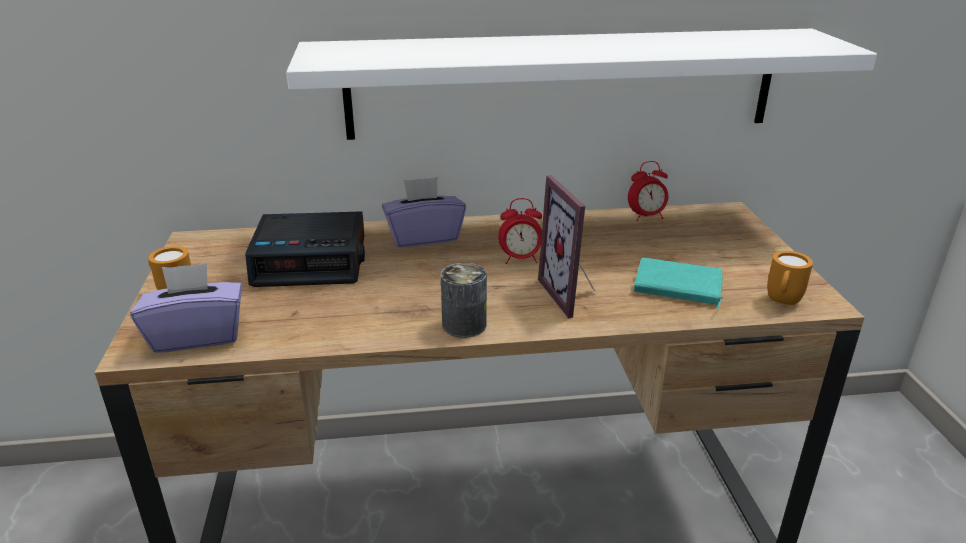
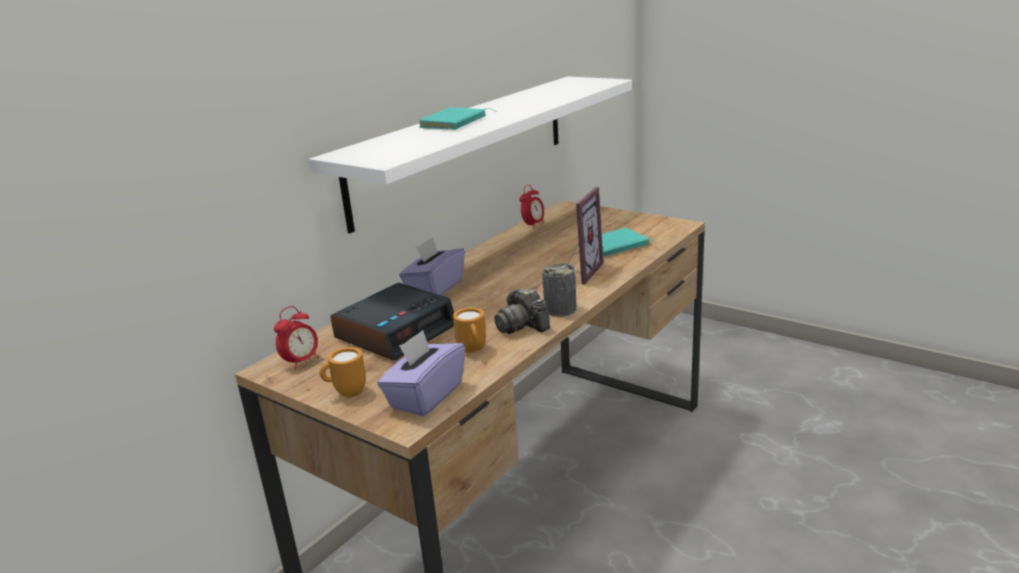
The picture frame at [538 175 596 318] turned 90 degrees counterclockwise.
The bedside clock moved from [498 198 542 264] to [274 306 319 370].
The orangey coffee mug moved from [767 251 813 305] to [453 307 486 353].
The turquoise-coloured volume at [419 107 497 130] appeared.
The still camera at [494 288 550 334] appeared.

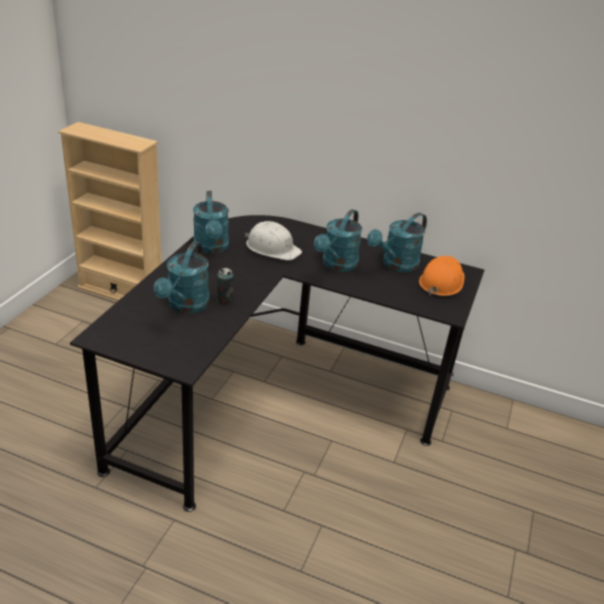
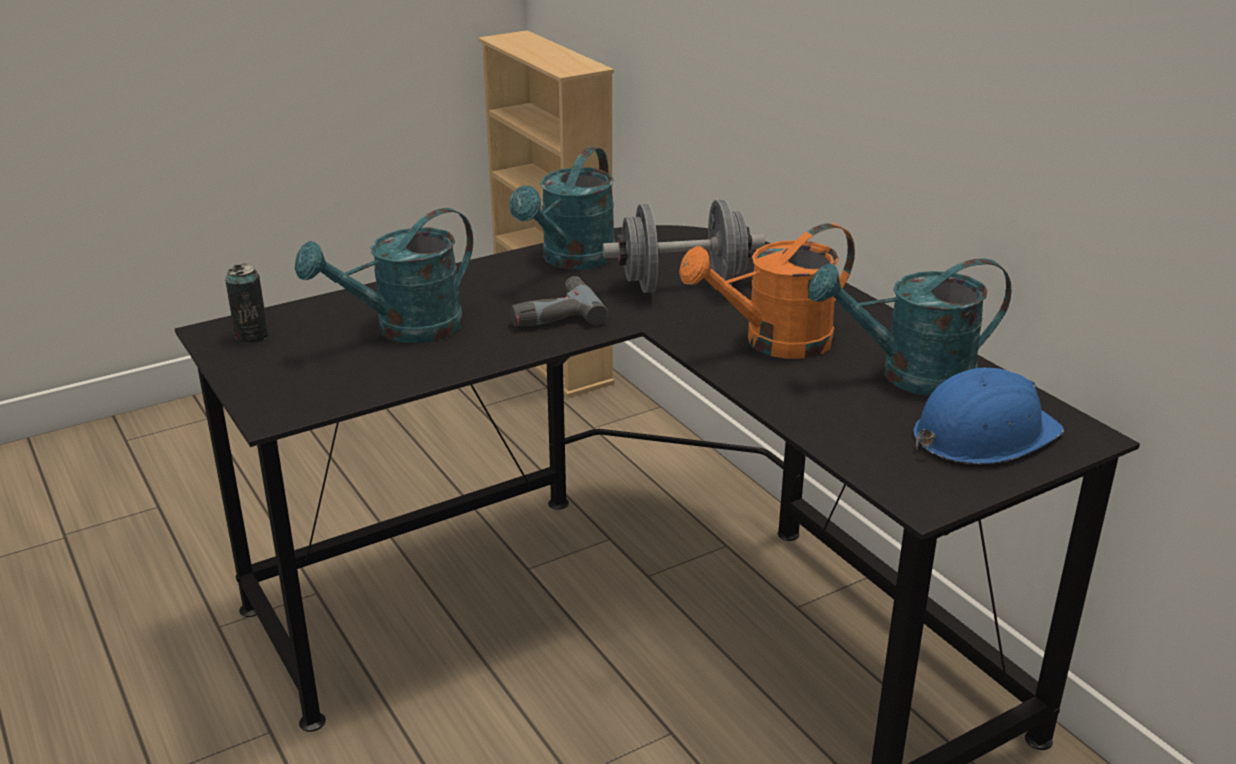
The turquoise-coloured watering pot at [314 209 362 272] became the orangey watering pot at [679 223 855 359].
The white-coloured hard hat at [245 221 302 261] was replaced by the greyish hand weight at [603 200 765 293].
The orangey hard hat at [419 256 464 296] became the bluish hard hat at [914 368 1064 464].
The can moved from [217 268 233 306] to [225 264 268 343].
The drill at [511 276 608 327] appeared.

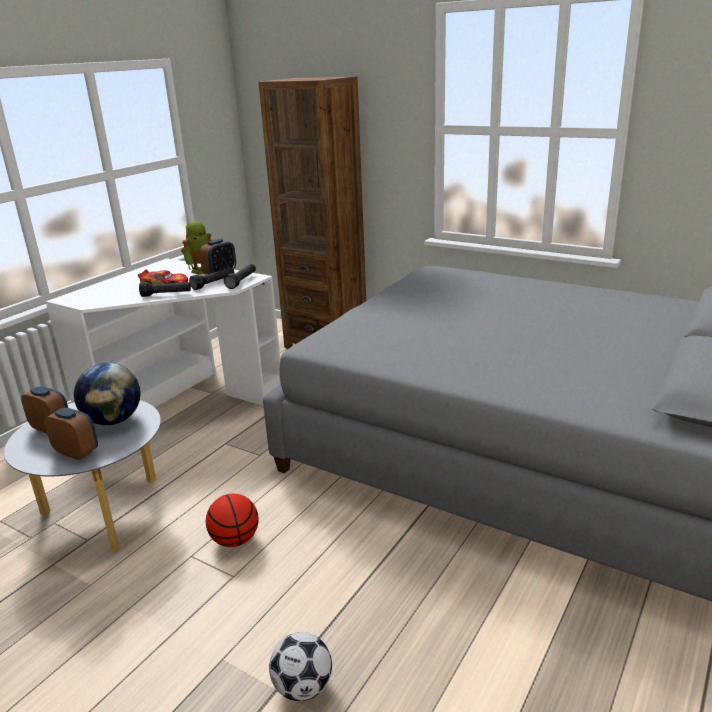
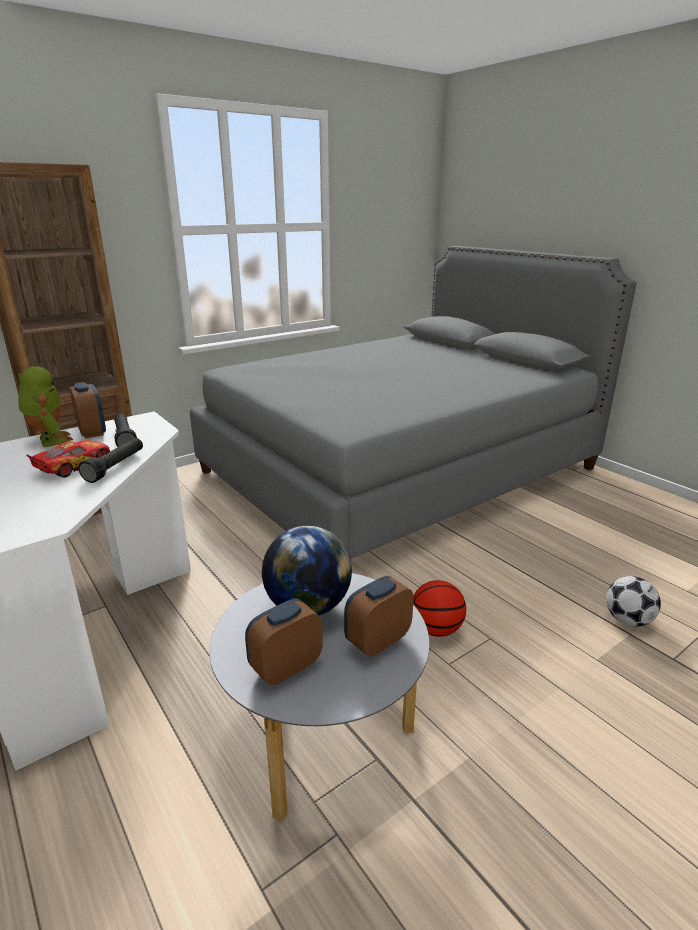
The blackish hand torch at [224 264 256 289] disappeared.

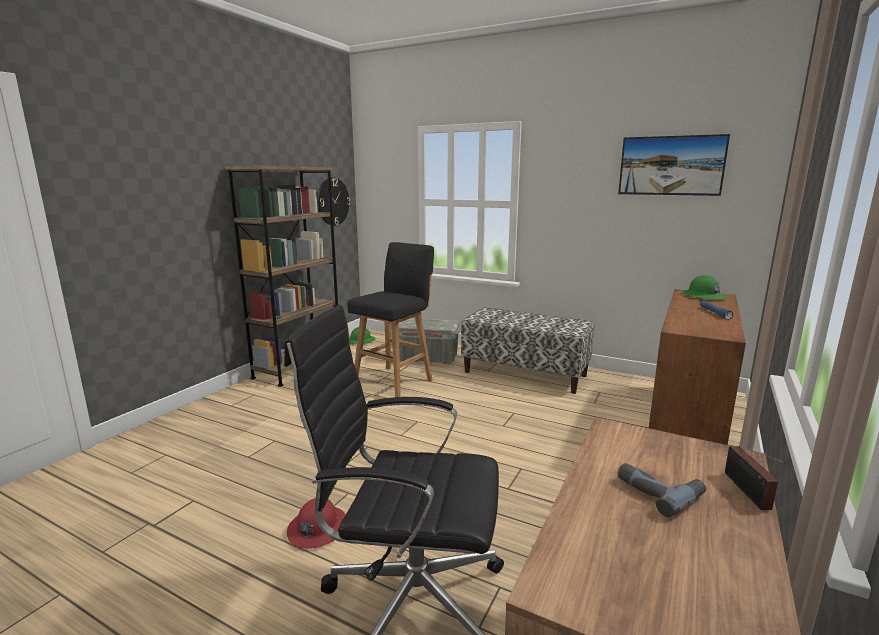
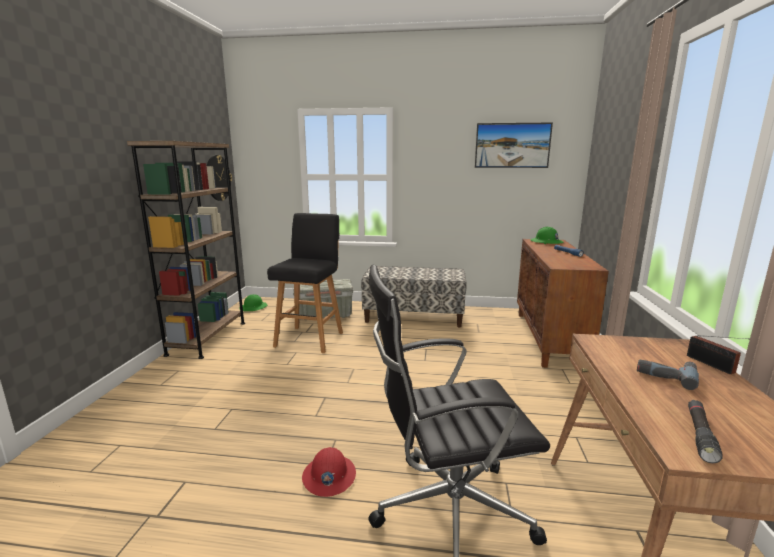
The blackish hand torch at [688 400 723 463] appeared.

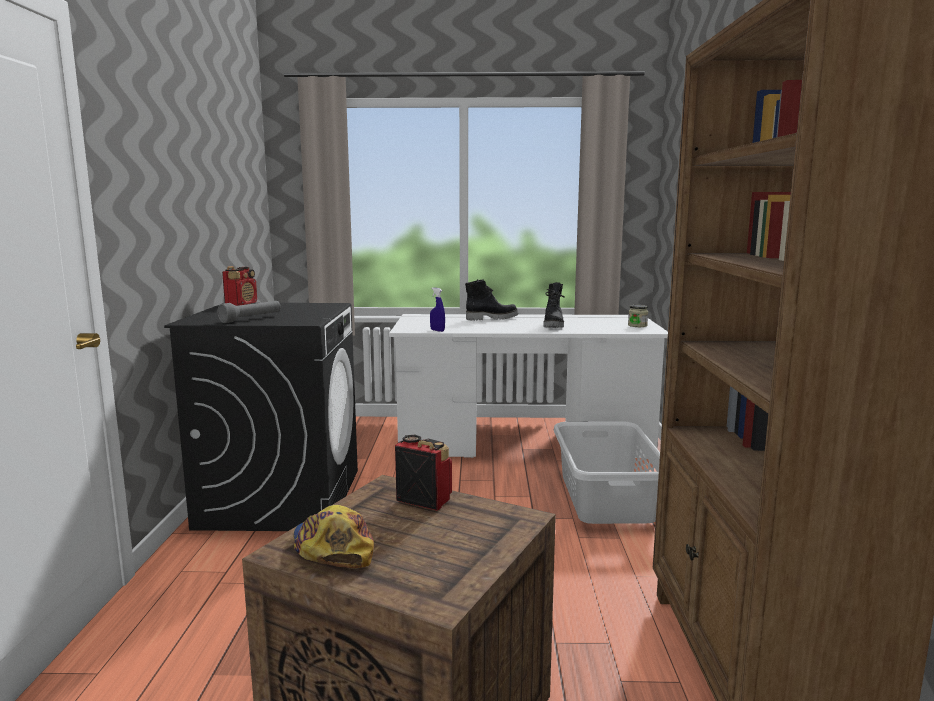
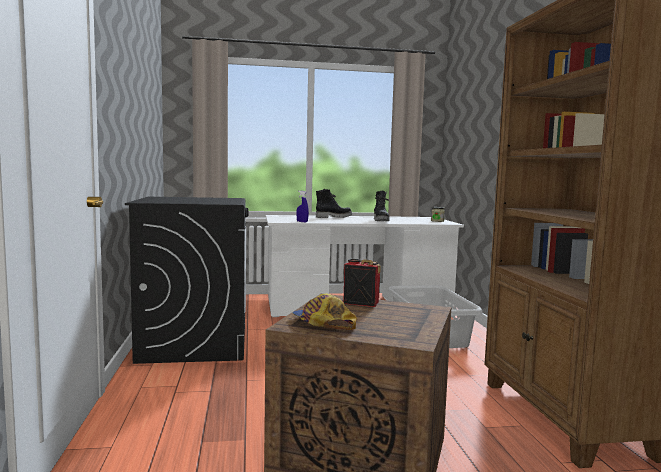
The radio set at [222 266 257 306] disappeared.
The greyish hand torch at [217 301 281 323] disappeared.

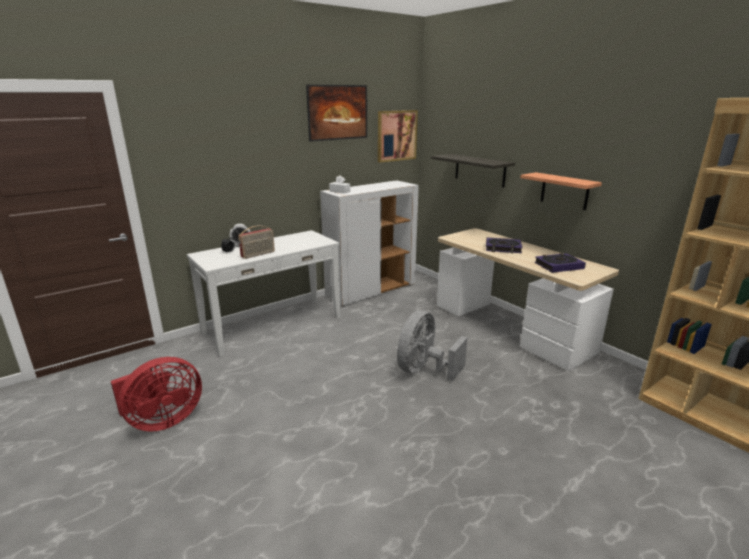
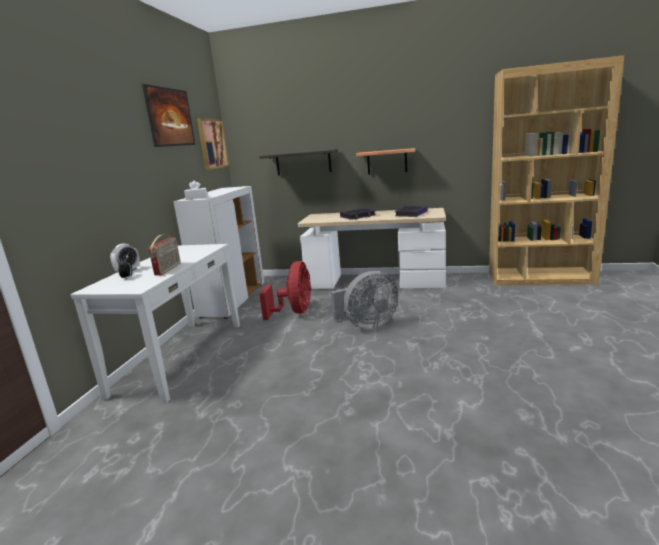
The greyish electric fan at [397 310 468 381] turned 105 degrees counterclockwise.
The reddish electric fan moved from [111 357 202 432] to [259 261 311 320].

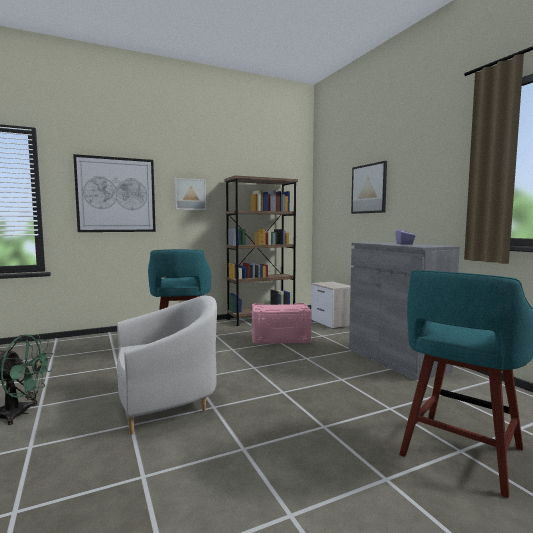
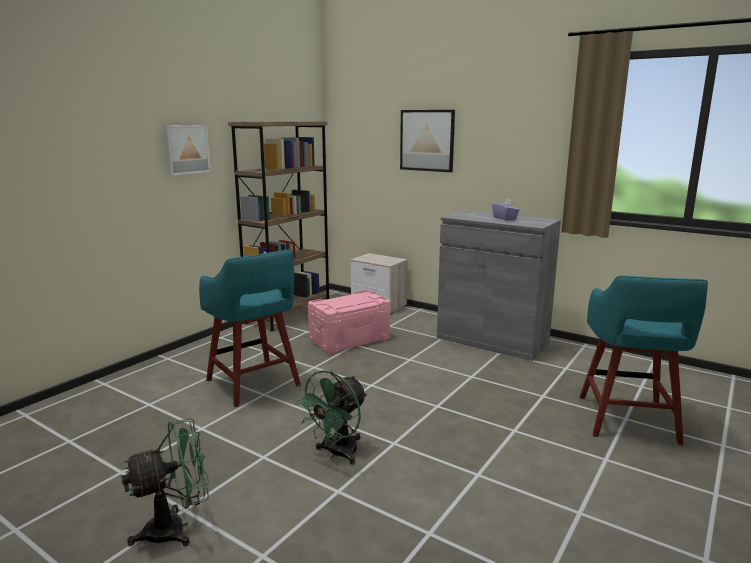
The wall picture at [73 154 156 232] disappeared.
The white-coloured easy chair at [117 296 217 435] was replaced by the greenish electric fan at [295 370 367 465].

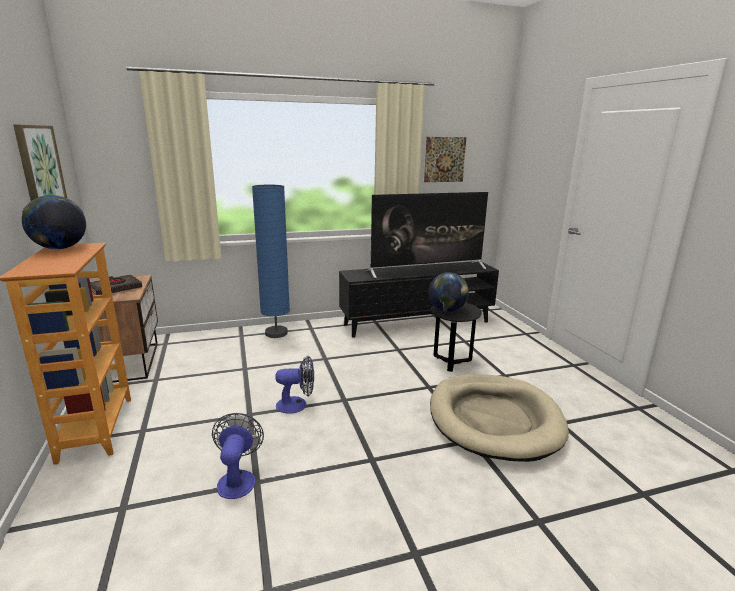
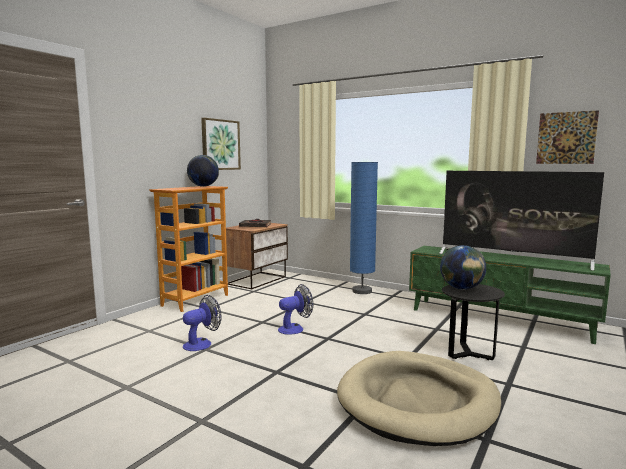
The blackish tv stand at [339 261 499 338] became the greenish tv stand at [409 246 611 344].
The electric fan at [275 356 314 414] turned 75 degrees counterclockwise.

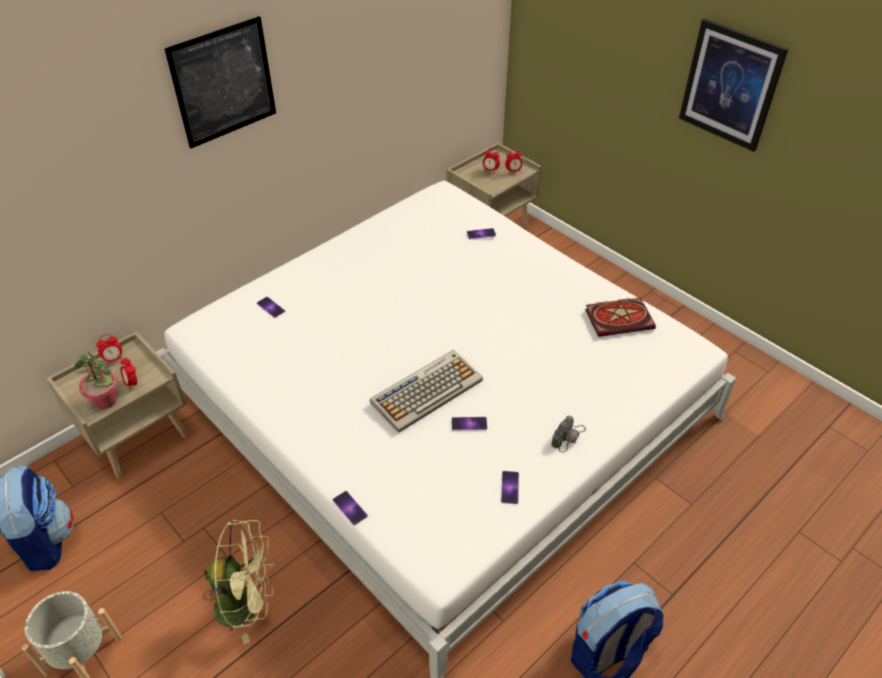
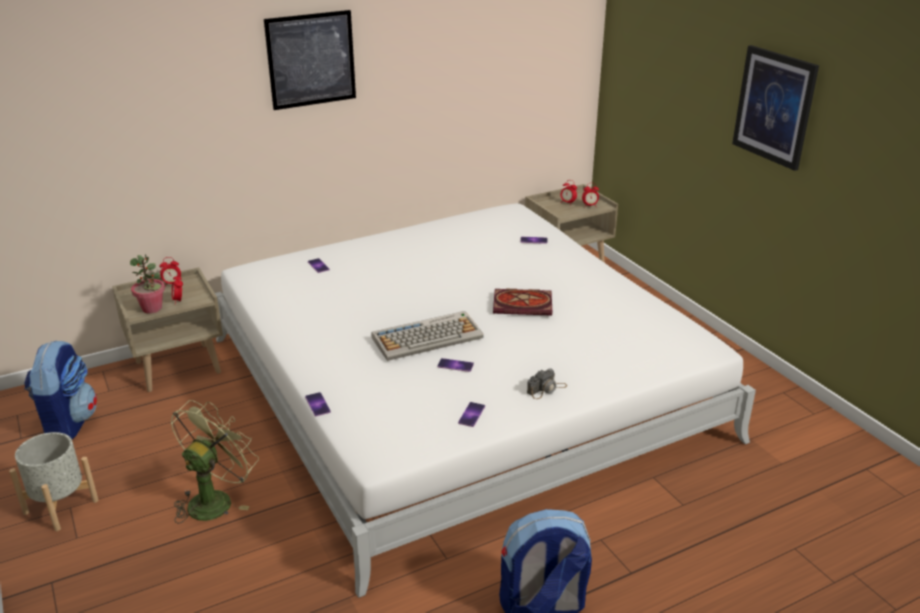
The volume moved from [585 298 656 337] to [493 289 552 316].
The greenish electric fan at [203 520 275 644] turned 75 degrees counterclockwise.

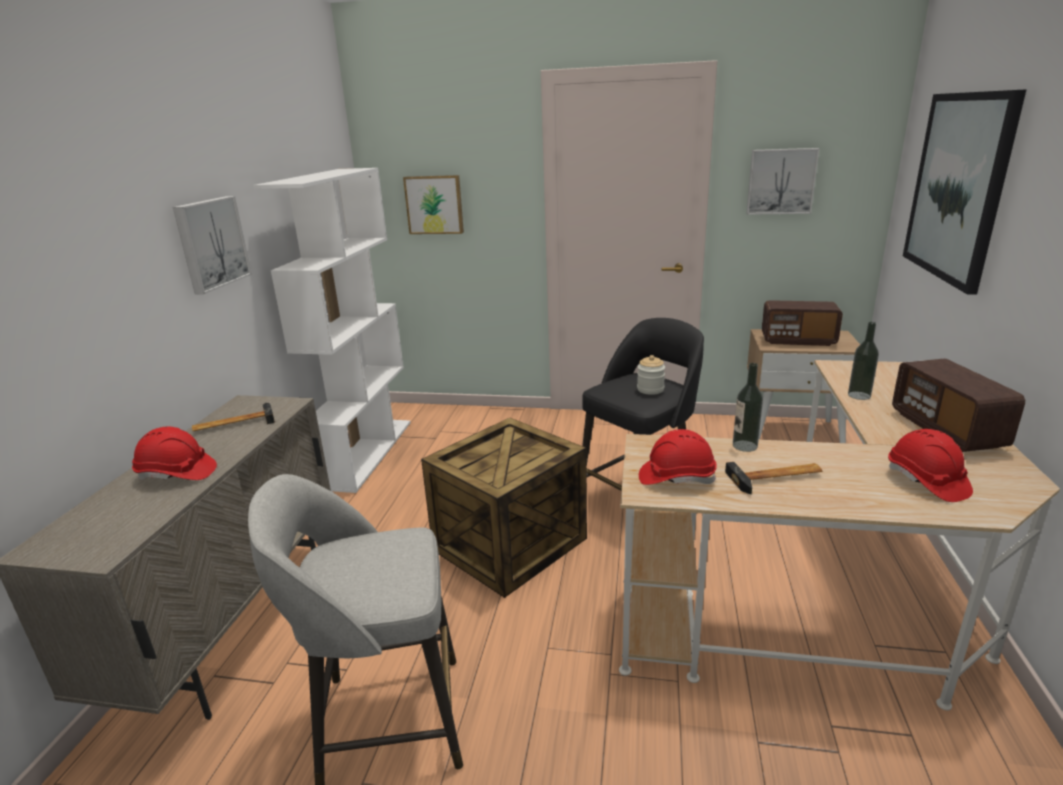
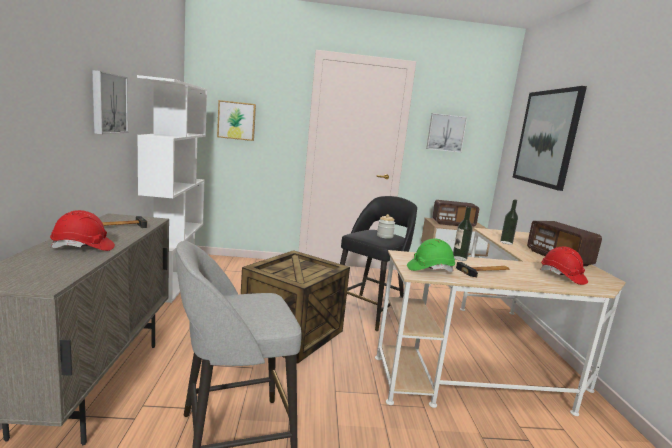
The reddish hard hat at [639 429 717 485] became the greenish hard hat at [407 239 455 272].

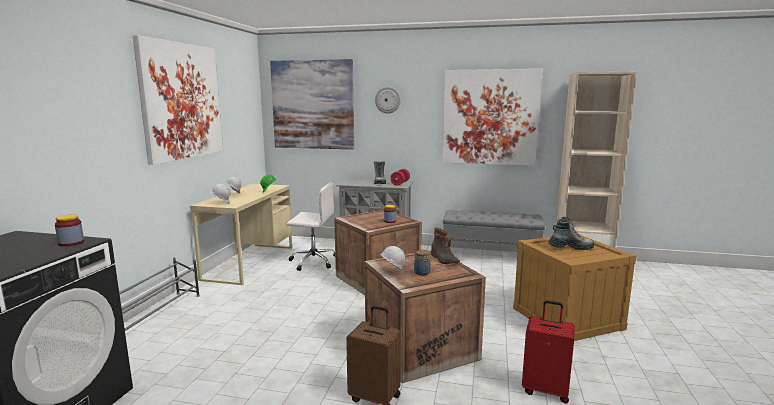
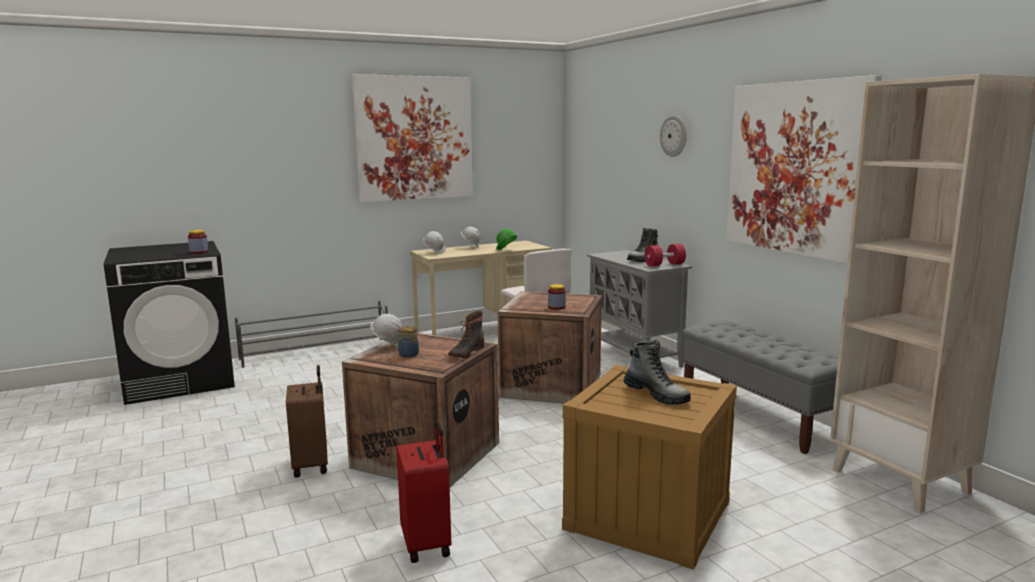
The wall picture at [270 59 354 149] disappeared.

